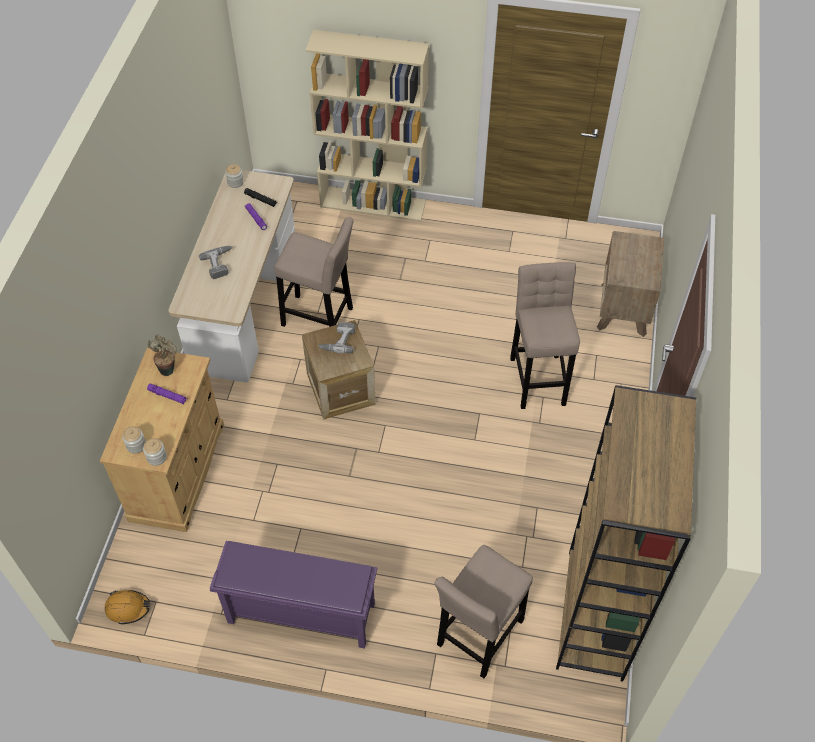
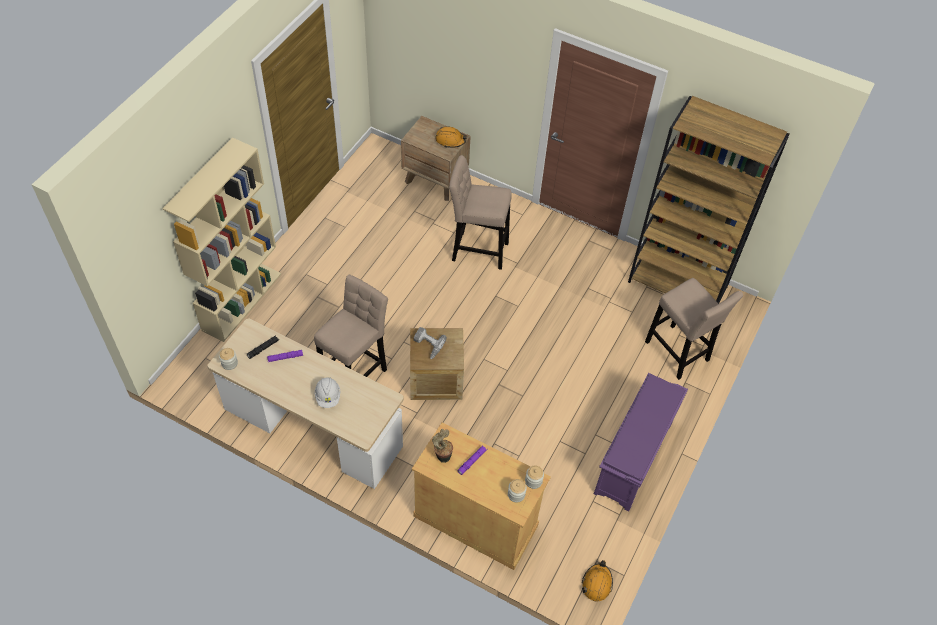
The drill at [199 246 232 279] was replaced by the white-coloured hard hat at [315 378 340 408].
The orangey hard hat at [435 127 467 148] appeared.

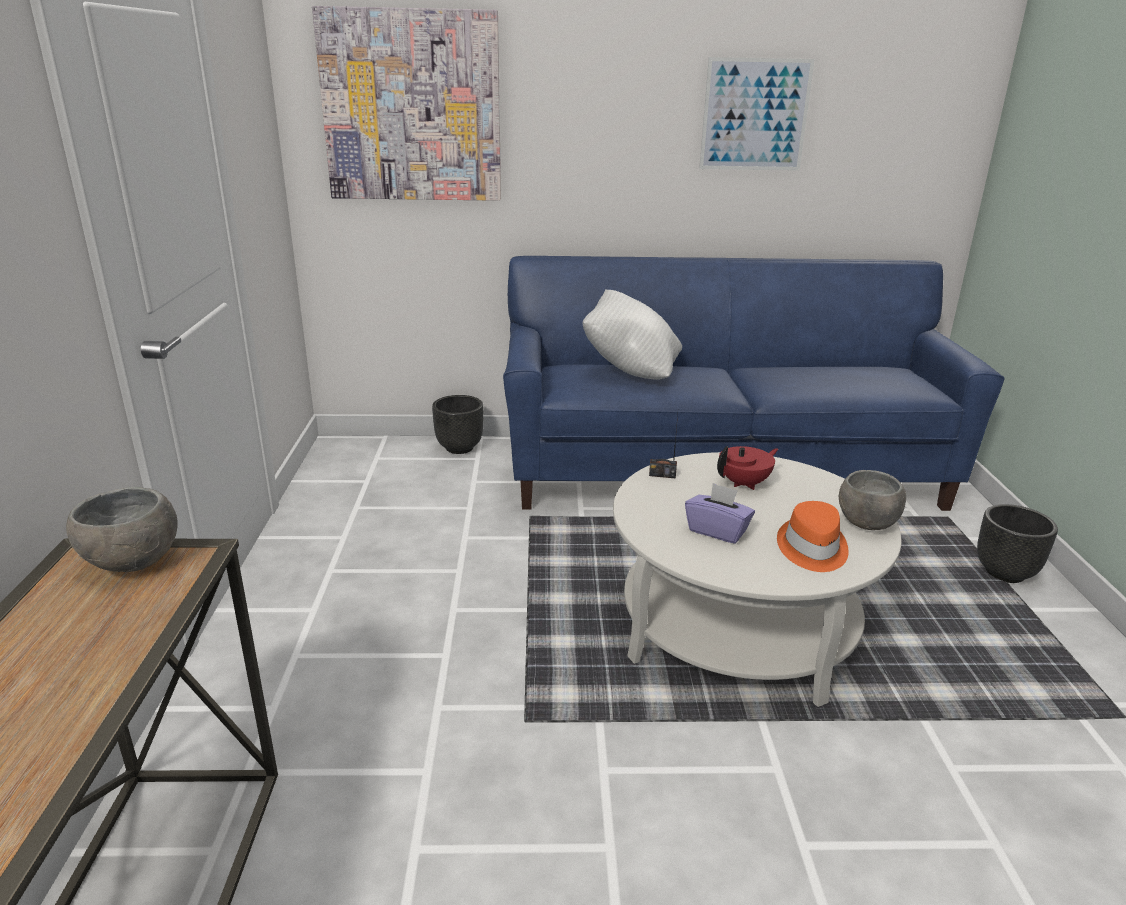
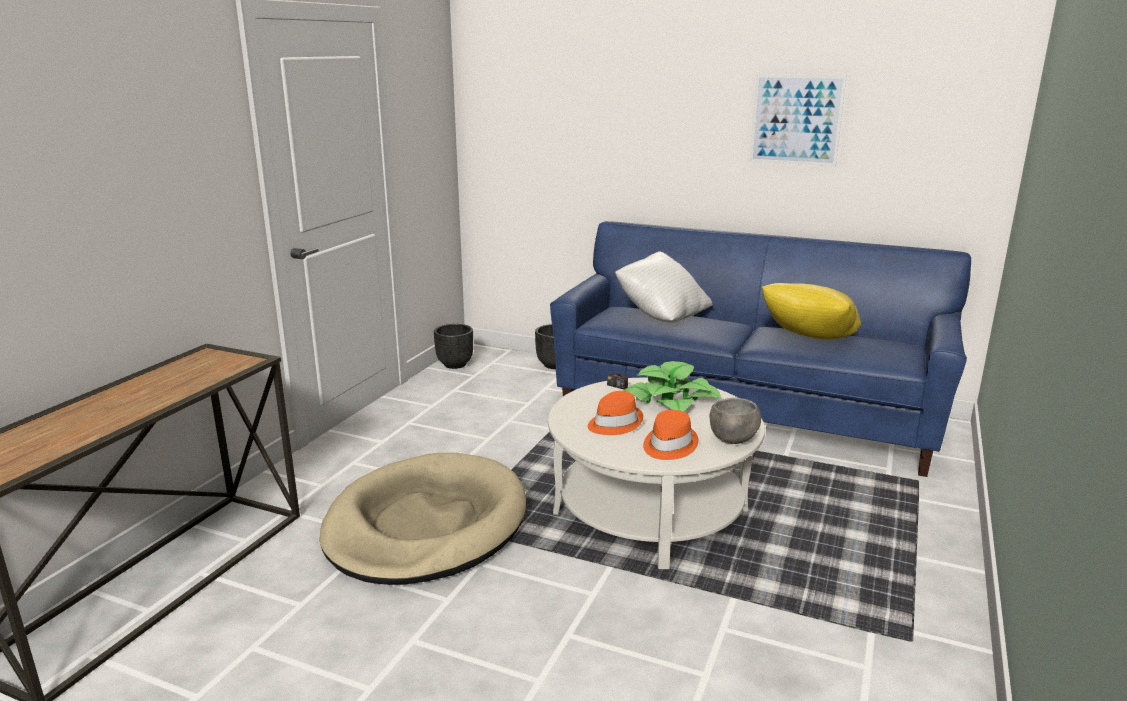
The wall picture at [312 6 501 201] disappeared.
The reddish tea pot at [717 446 778 490] was replaced by the plant in a pot at [623 361 721 412].
The purplish box of tissues at [685 483 755 544] was replaced by the orangey hat at [588 391 643 435].
The greyish deep dish at [66 487 177 572] disappeared.
The blackish plant pot moved from [977 504 1058 583] to [434 324 473 369].
The yellow throw pillow at [762 283 861 339] appeared.
The sand-coloured pet bed at [320 453 526 585] appeared.

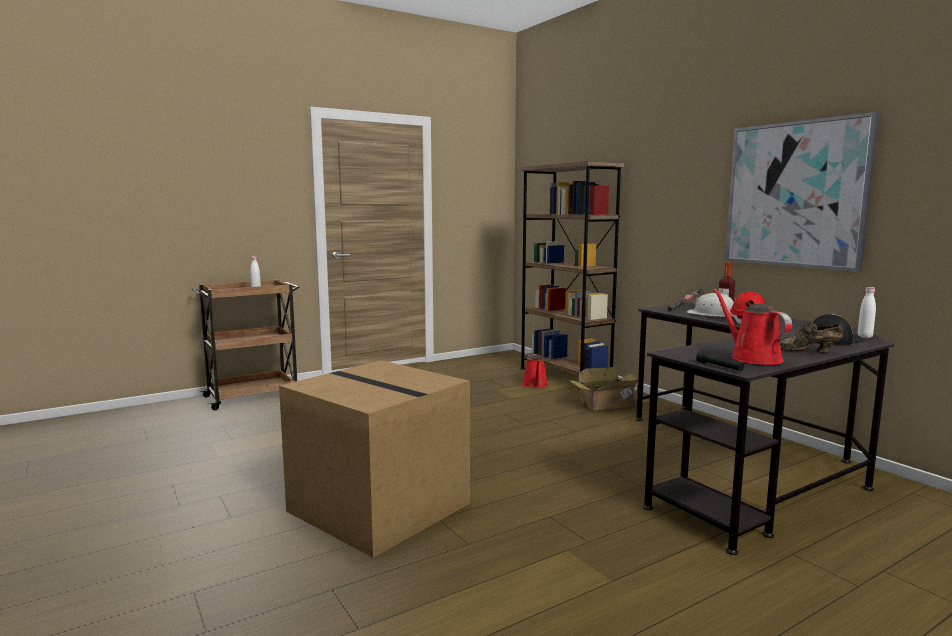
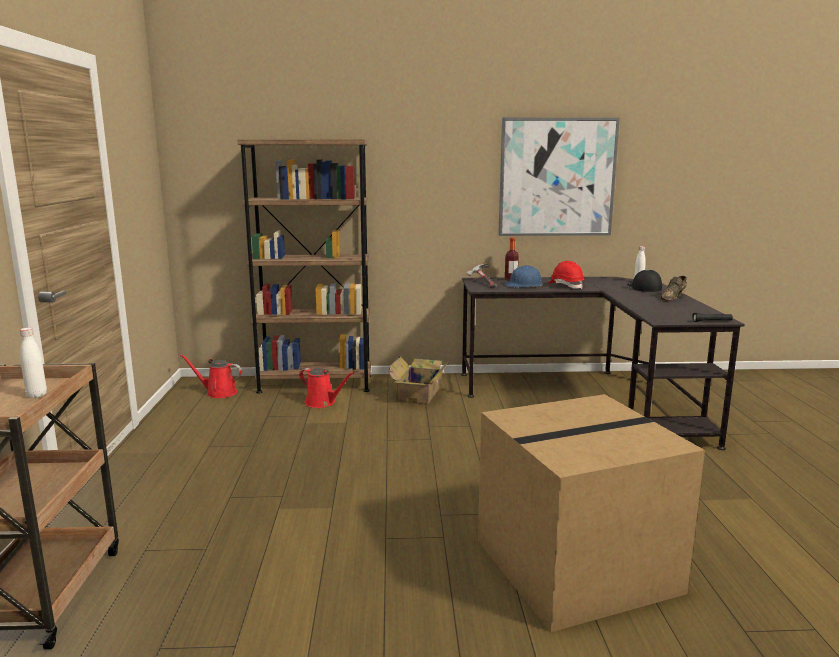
The reddish watering pot moved from [713 289 792 365] to [180 354 242 398].
The white-coloured hard hat at [687 293 734 317] became the bluish hard hat at [504 265 543 287].

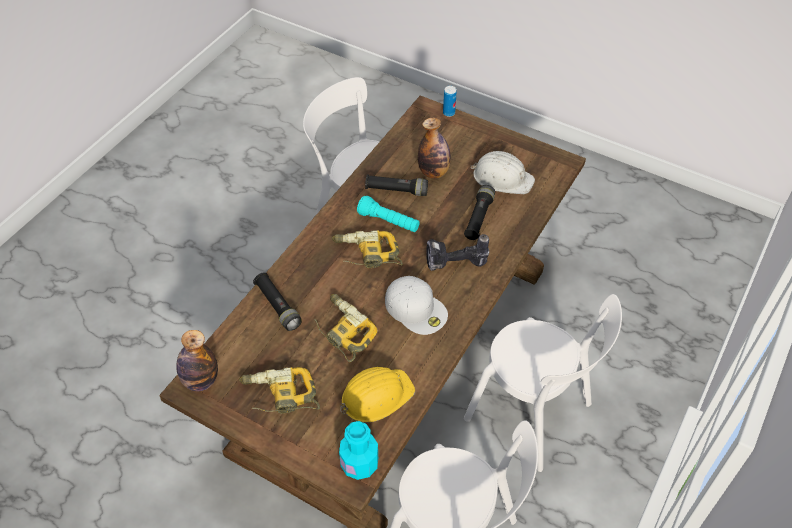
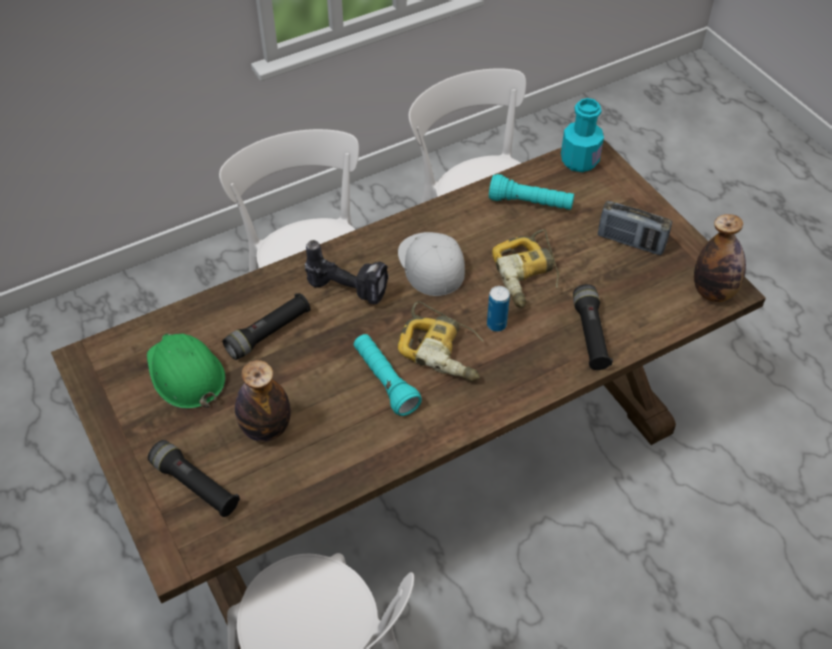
The can moved from [443 86 457 117] to [487 286 510 332].
The white-coloured hard hat at [471 151 535 194] became the greenish hard hat at [147 334 226 409].
The blackish hand torch moved from [365 174 428 196] to [148 440 240 517].
The drill at [239 367 320 414] was replaced by the radio set at [598 201 672 255].
The yellow hard hat at [340 367 415 422] was replaced by the turquoise-coloured hand torch at [489 174 574 210].

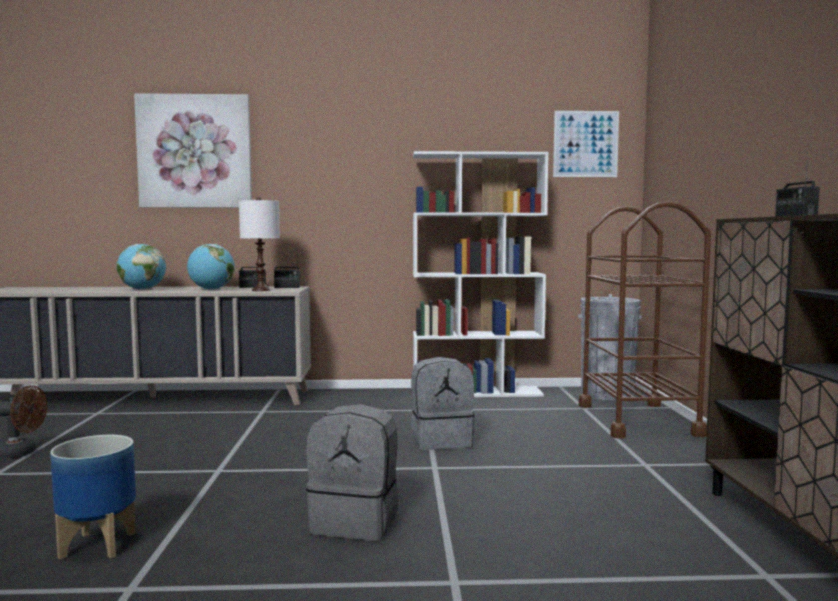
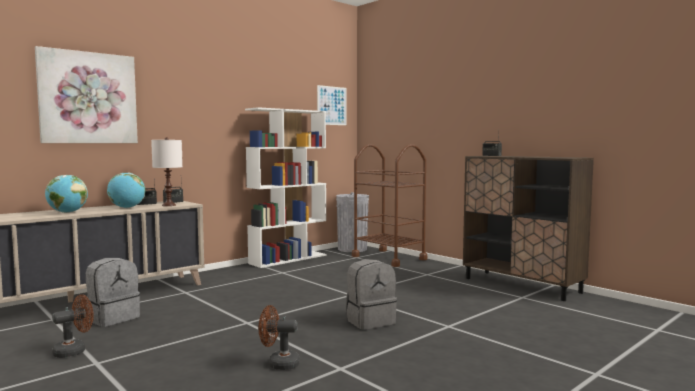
The greyish rucksack moved from [411 357 475 450] to [86 258 140 327].
The plant pot at [50 435 136 560] was replaced by the brown electric fan at [259 305 300 370].

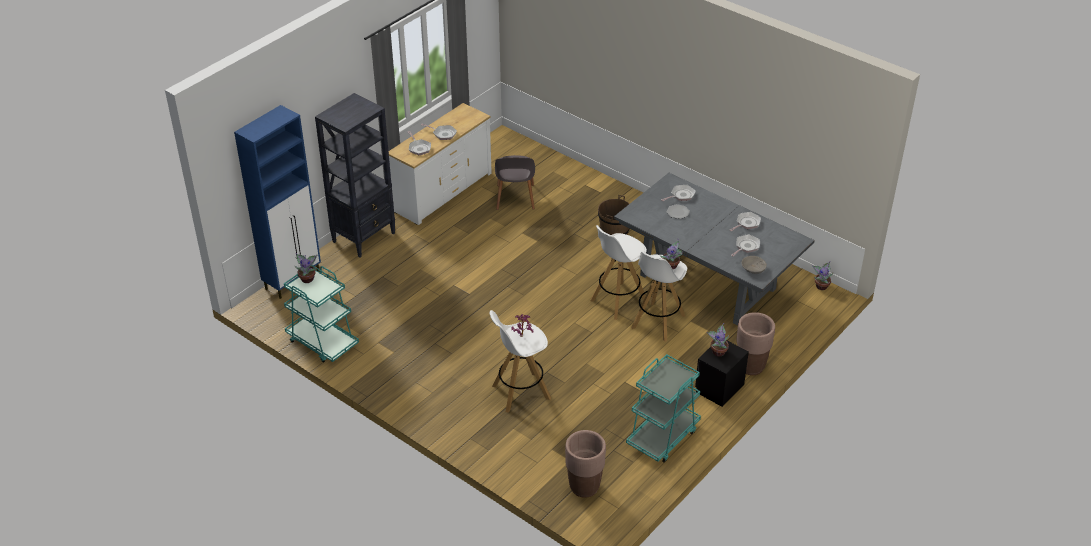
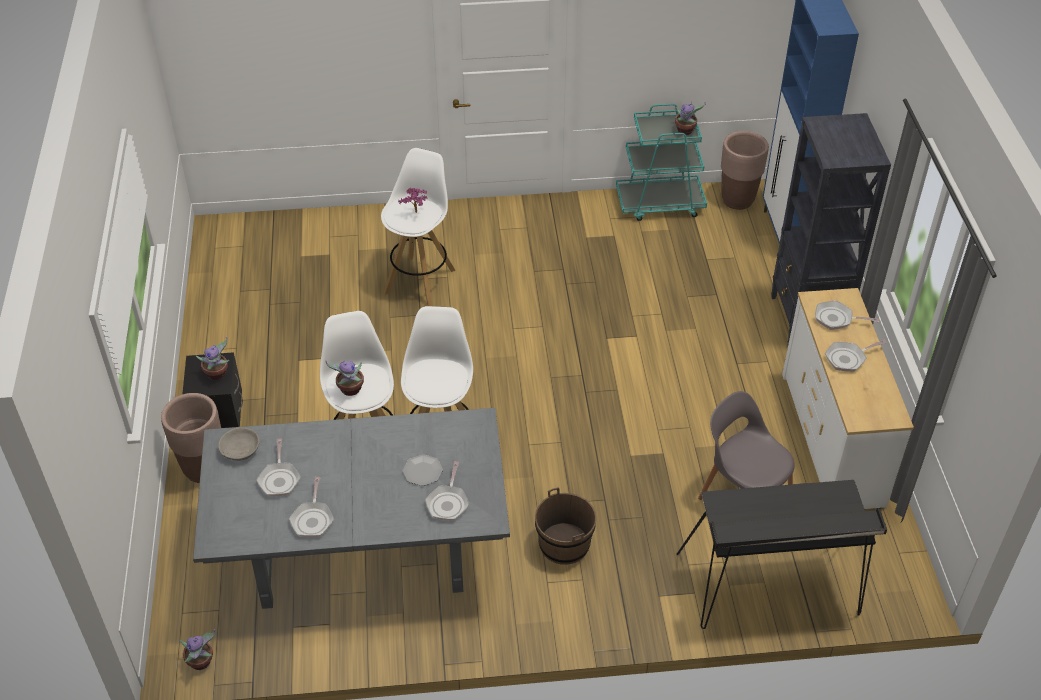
The turquoise-coloured trolley at [626 354 701 463] disappeared.
The brown plant pot moved from [565 430 606 498] to [721 131 769 210].
The blackish desk table at [677 480 887 629] appeared.

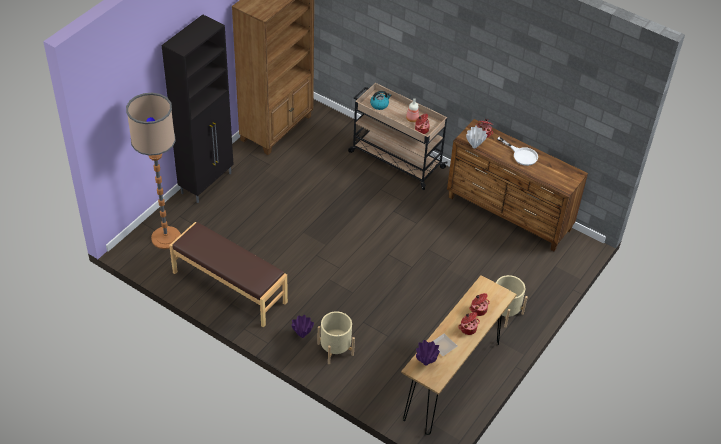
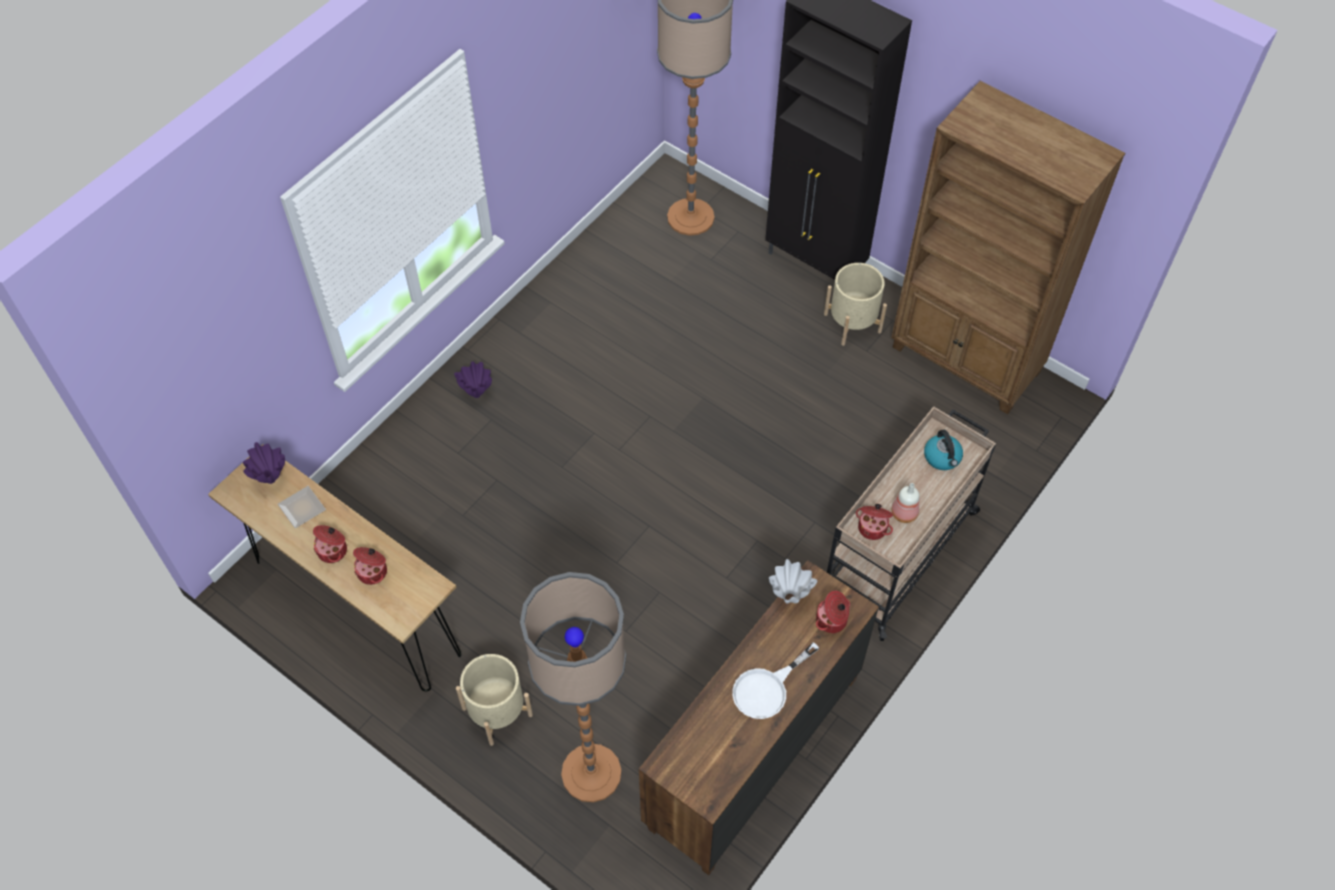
The brown bench at [169 222 288 327] disappeared.
The sand-coloured plant pot moved from [317 311 355 364] to [824 263 887 346].
The floor lamp at [520 572 626 802] appeared.

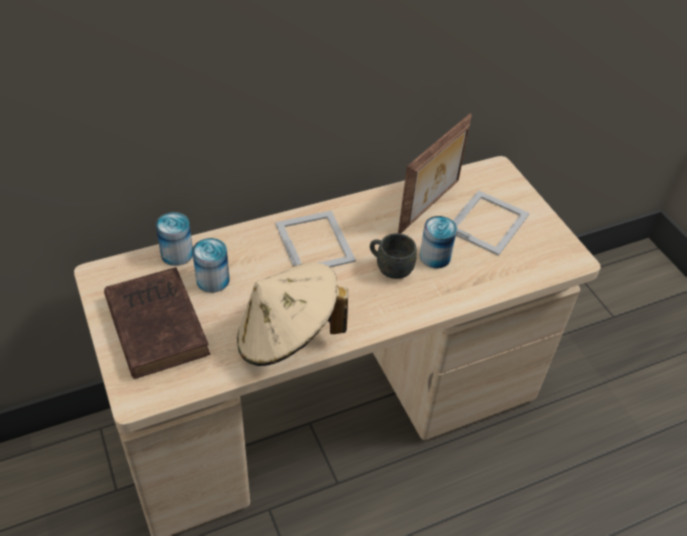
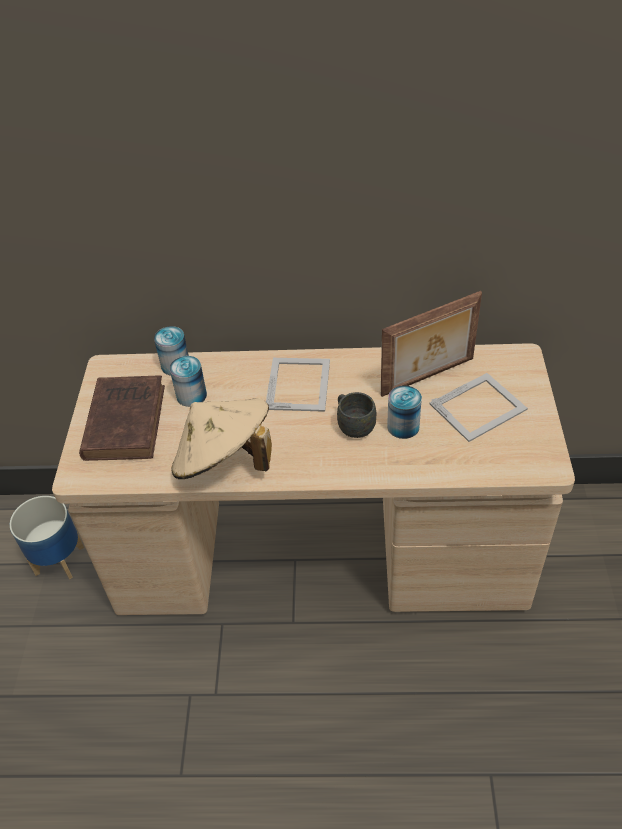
The plant pot at [10 496 84 579] appeared.

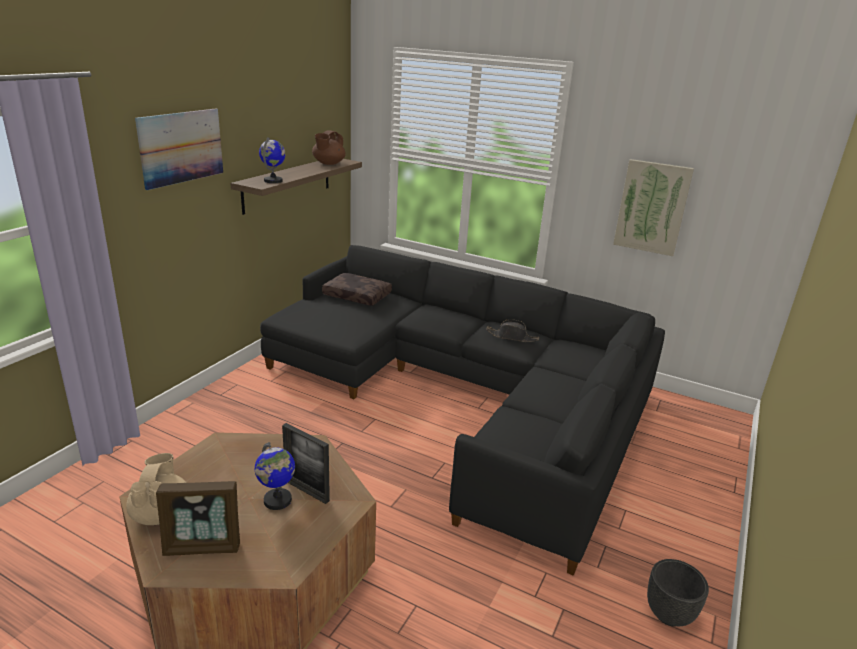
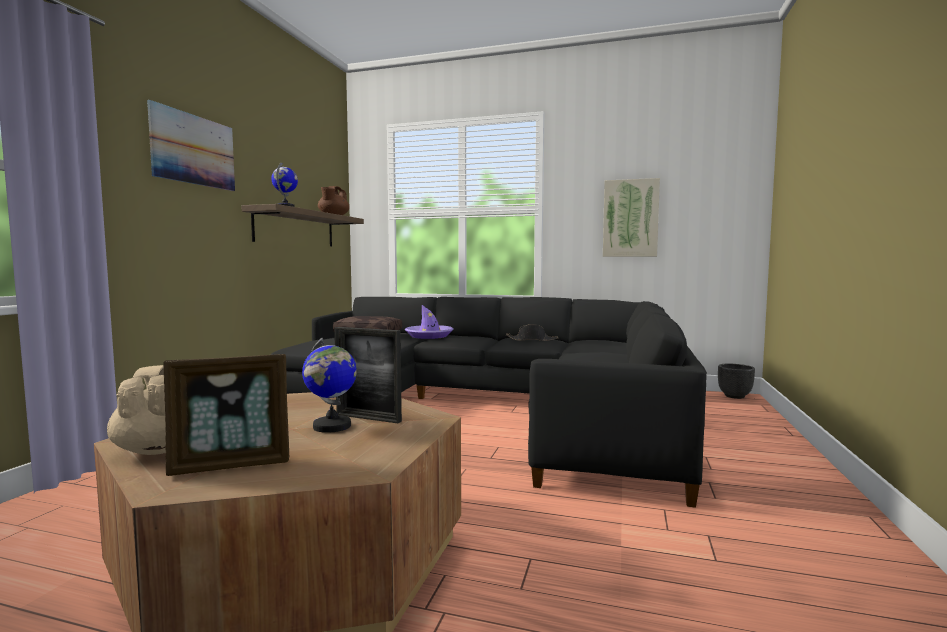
The blackish plant pot moved from [647 559 709 627] to [718 364 755 399].
The purplish hat at [405 305 454 339] appeared.

